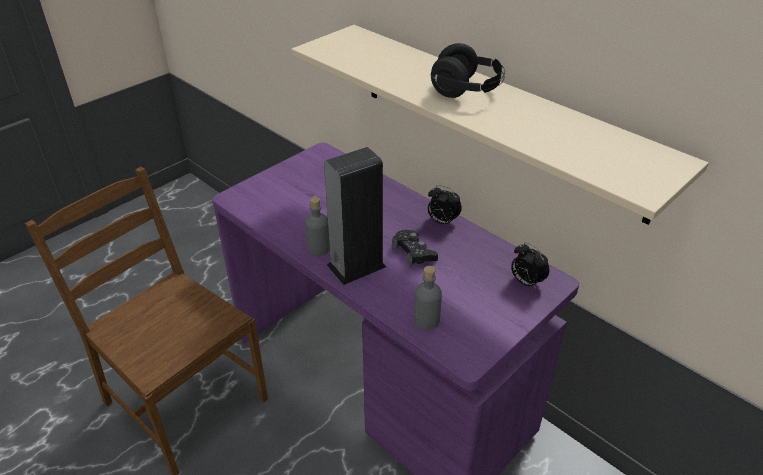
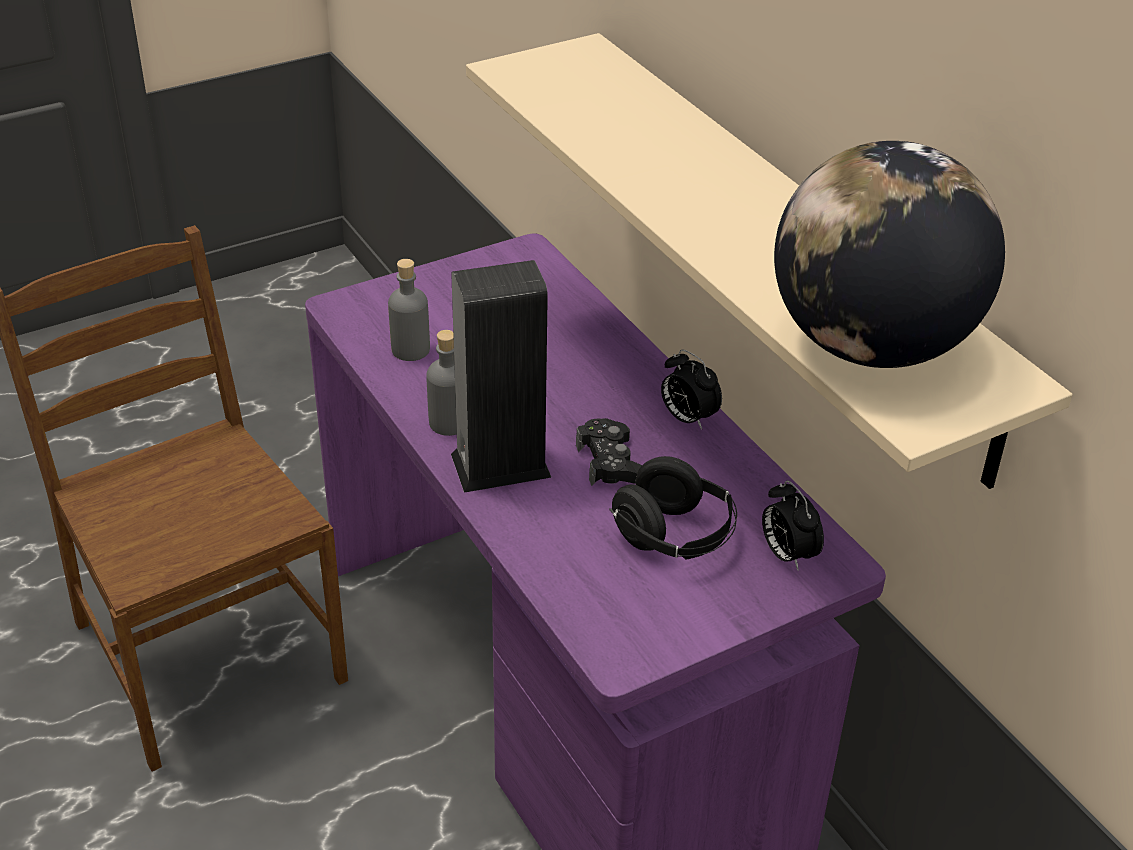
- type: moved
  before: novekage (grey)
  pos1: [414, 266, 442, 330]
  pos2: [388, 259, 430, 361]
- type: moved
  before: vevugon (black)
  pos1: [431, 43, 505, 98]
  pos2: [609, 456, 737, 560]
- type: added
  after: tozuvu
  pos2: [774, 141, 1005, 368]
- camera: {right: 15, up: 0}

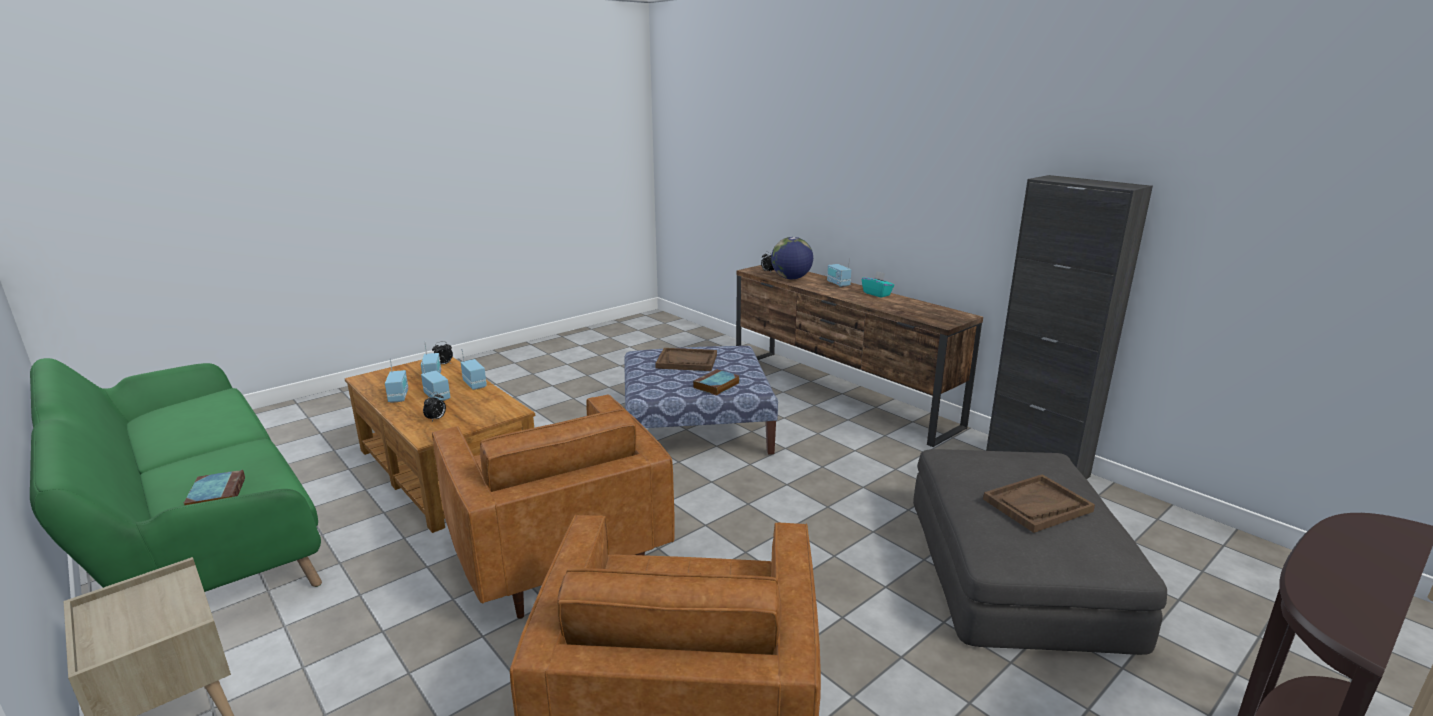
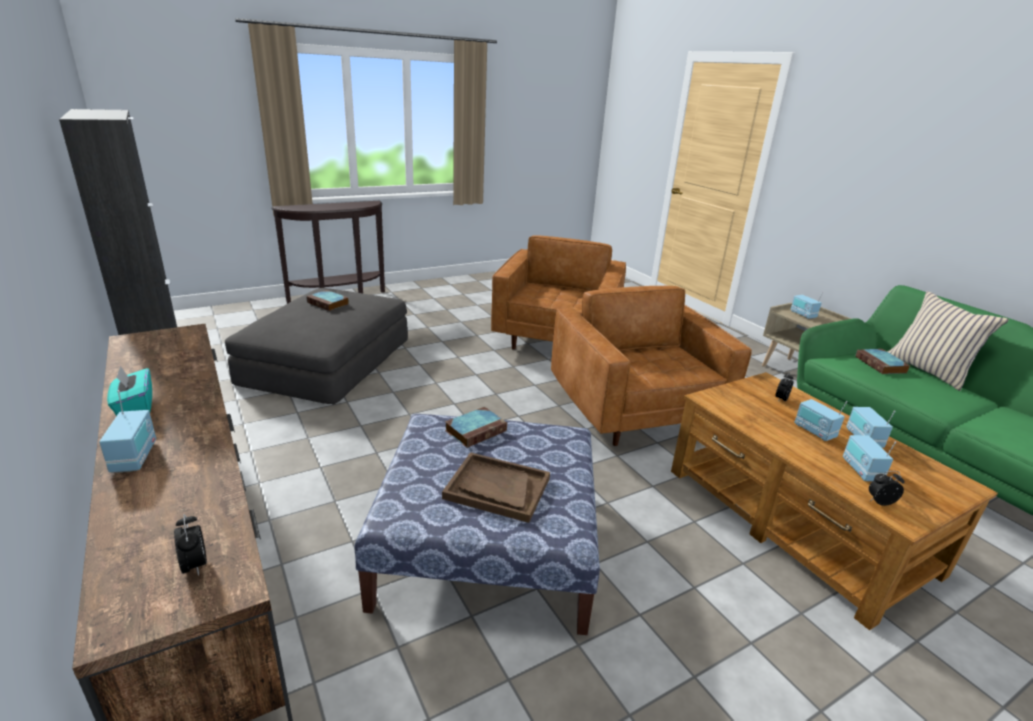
- type: moved
  before: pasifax
  pos1: [461, 349, 487, 390]
  pos2: [791, 292, 823, 319]
- type: removed
  before: tozuvu
  pos1: [771, 237, 813, 279]
- type: replaced
  before: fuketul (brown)
  after: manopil
  pos1: [983, 475, 1095, 533]
  pos2: [306, 290, 349, 311]
- type: added
  after: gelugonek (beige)
  pos2: [888, 291, 1009, 391]
- camera: {right: -170, up: 5}

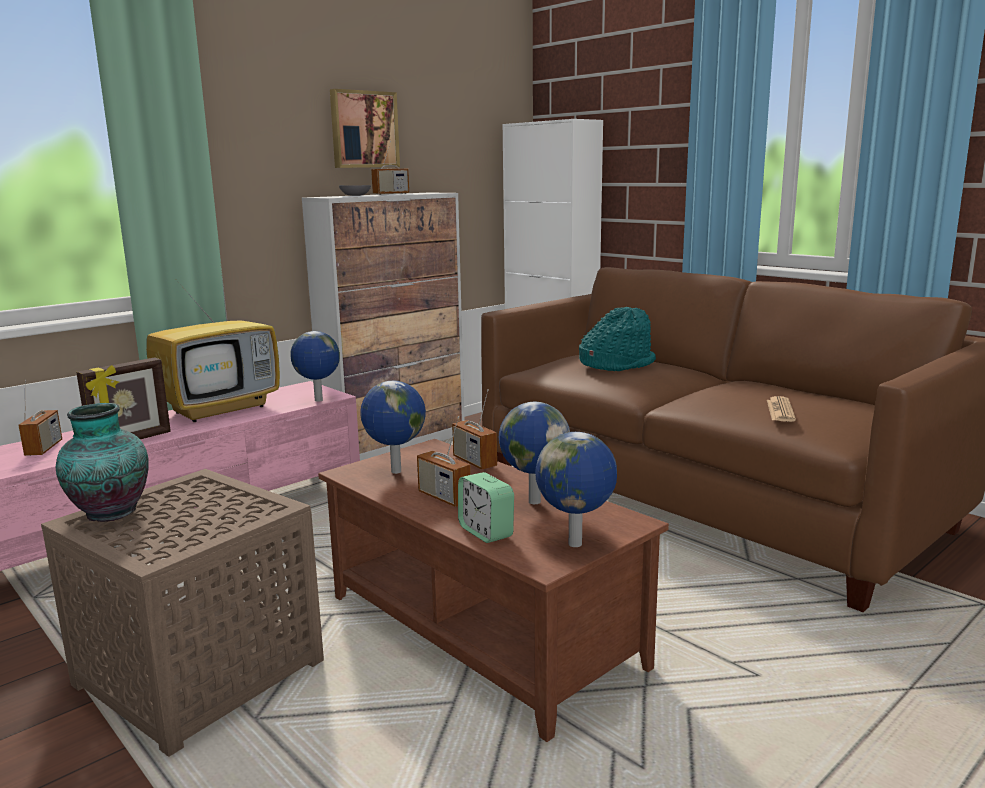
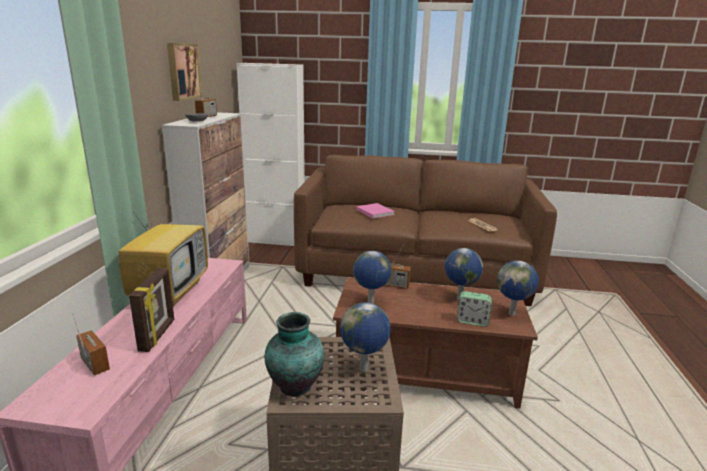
- type: moved
  before: tozuvu
  pos1: [290, 331, 340, 402]
  pos2: [340, 302, 391, 372]
- type: removed
  before: pasifax
  pos1: [417, 416, 471, 507]
- type: replaced
  before: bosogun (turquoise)
  after: manopil (pink)
  pos1: [579, 307, 656, 371]
  pos2: [356, 203, 395, 219]
- camera: {right: -40, up: 5}

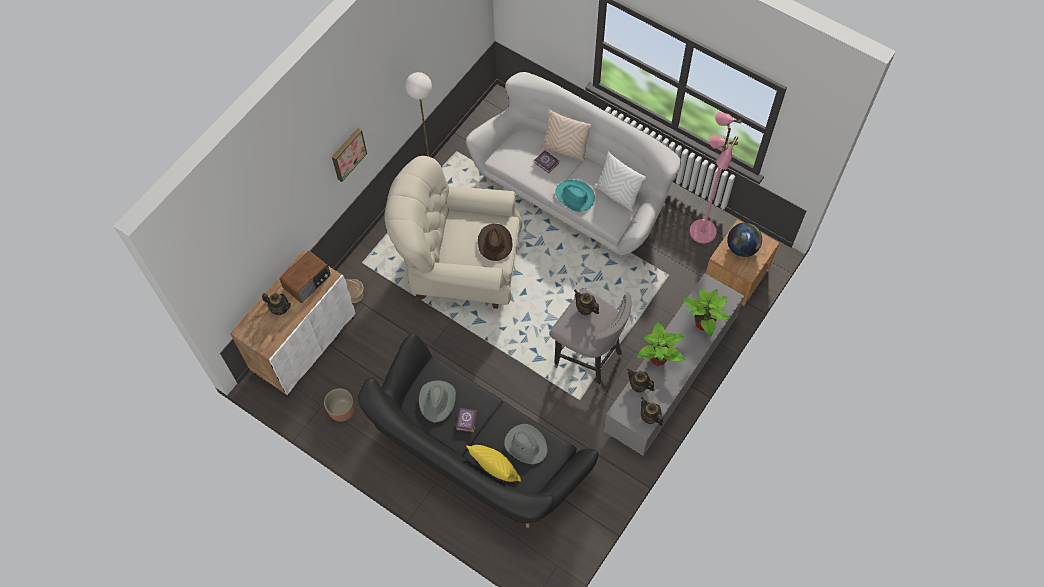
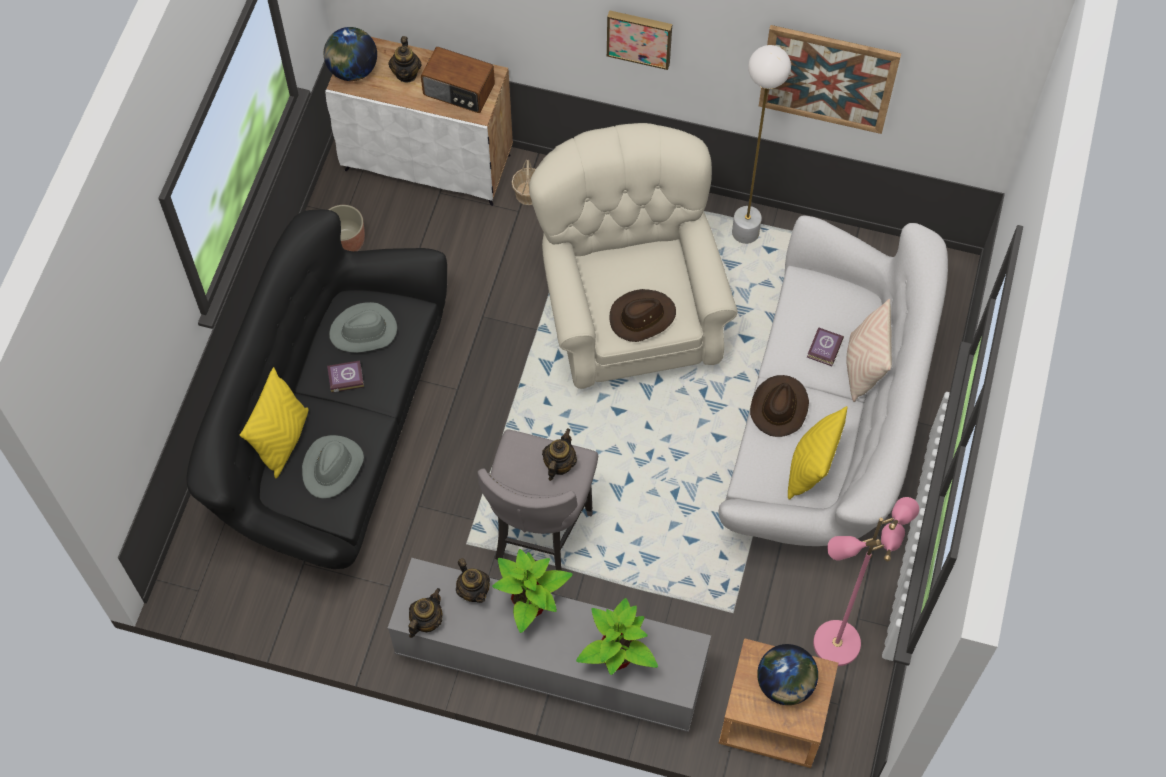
- type: recoloured
  before: bosogun (turquoise)
  after: bosogun (brown)
  pos1: [555, 180, 595, 212]
  pos2: [750, 375, 809, 437]
- type: recoloured
  before: gelugonek (white)
  after: gelugonek (yellow)
  pos1: [595, 151, 646, 211]
  pos2: [788, 406, 848, 500]
- type: turned
  before: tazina
  pos1: [627, 368, 654, 393]
  pos2: [456, 558, 490, 603]
  turn: 135
- type: added
  after: tozuvu
  pos2: [324, 27, 377, 81]
- type: added
  after: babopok
  pos2: [759, 25, 901, 134]
- camera: {right: 70, up: 0}

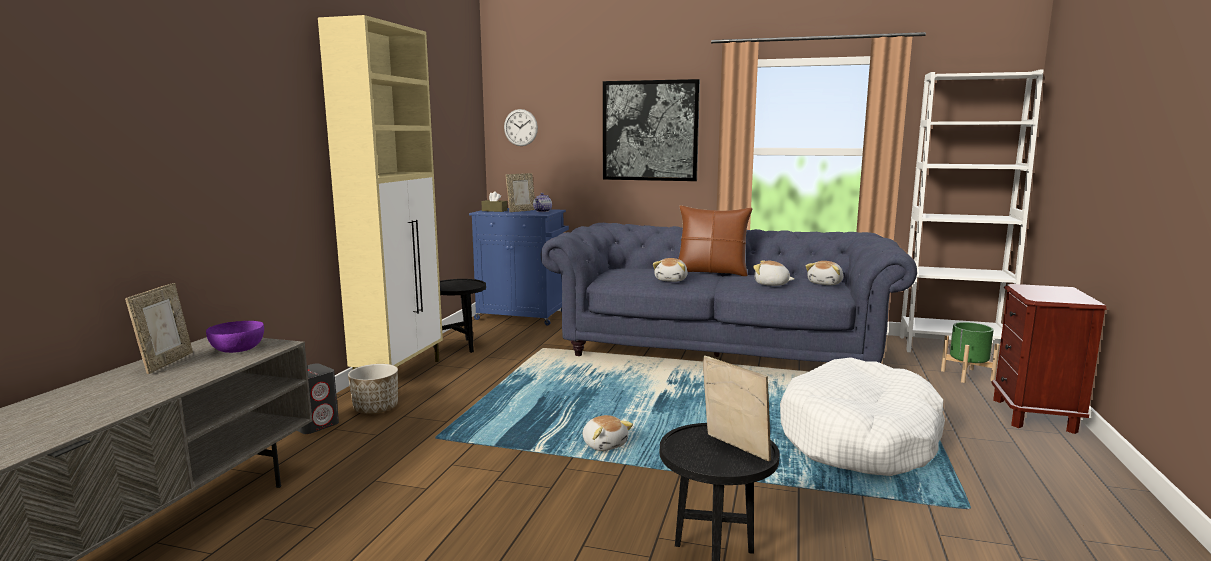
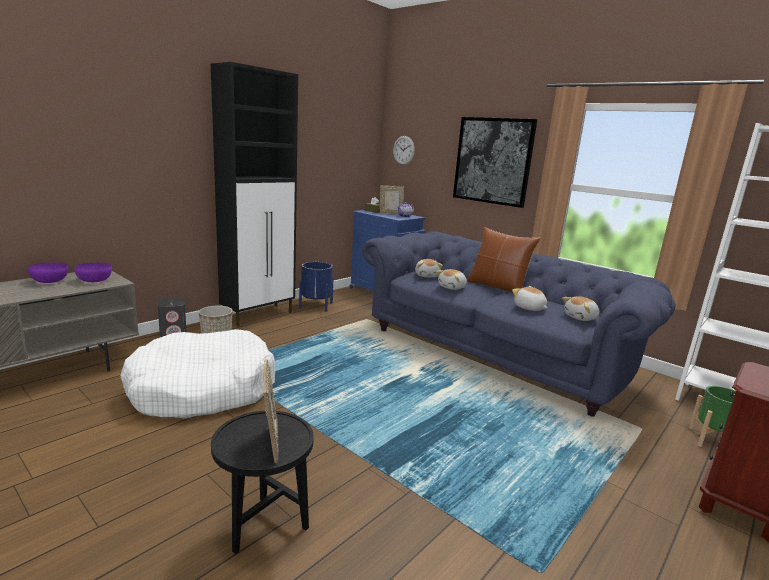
- type: replaced
  before: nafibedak
  after: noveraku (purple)
  pos1: [125, 283, 193, 374]
  pos2: [28, 262, 68, 283]
- type: recoloured
  before: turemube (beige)
  after: turemube (black)
  pos1: [318, 15, 443, 369]
  pos2: [211, 62, 298, 327]
- type: replaced
  before: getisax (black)
  after: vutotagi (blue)
  pos1: [433, 279, 486, 353]
  pos2: [299, 262, 334, 312]
- type: moved
  before: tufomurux
  pos1: [583, 415, 633, 451]
  pos2: [415, 259, 443, 278]
- type: moved
  before: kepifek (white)
  pos1: [780, 357, 945, 476]
  pos2: [120, 329, 275, 419]
- camera: {right: 25, up: 5}

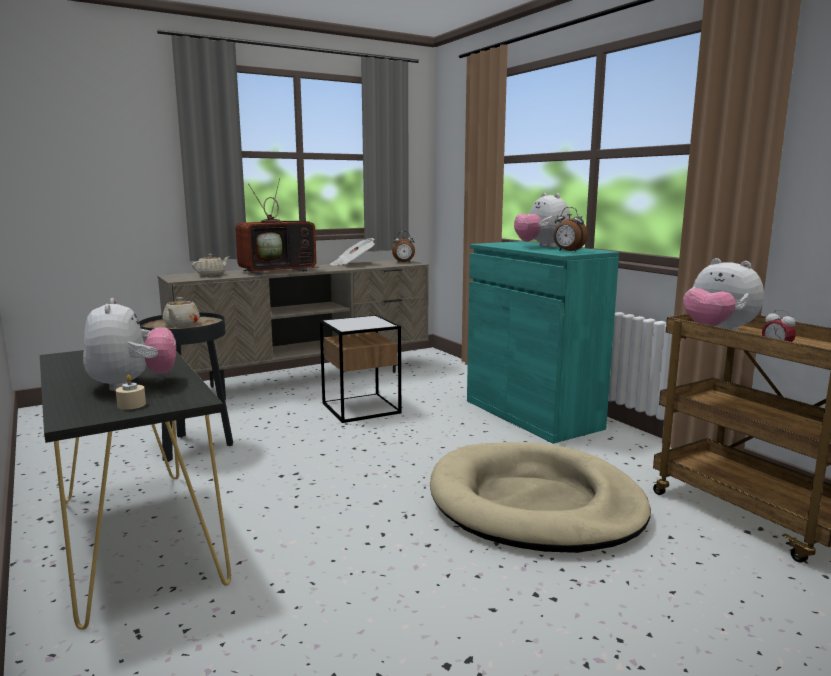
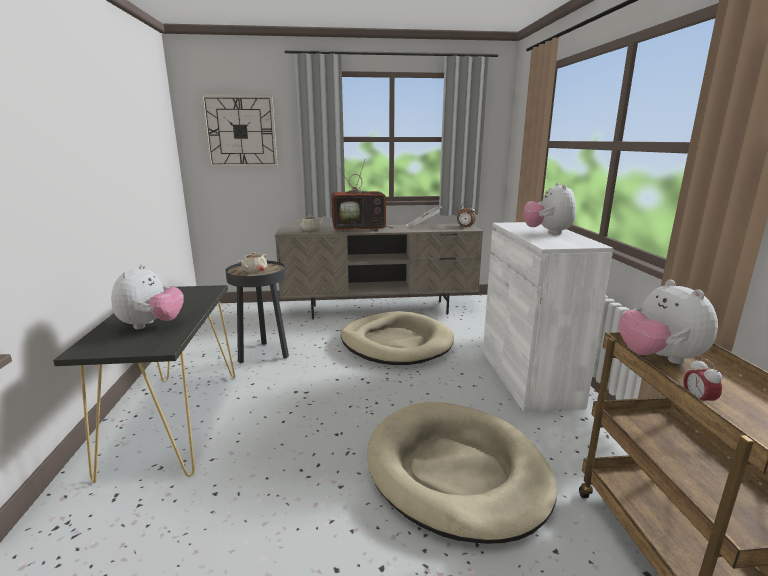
- type: removed
  before: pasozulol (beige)
  pos1: [116, 375, 146, 410]
- type: replaced
  before: getisax
  after: kepifek (beige)
  pos1: [320, 315, 401, 423]
  pos2: [341, 311, 454, 365]
- type: recoloured
  before: turemube (turquoise)
  after: turemube (white)
  pos1: [467, 241, 619, 444]
  pos2: [483, 222, 613, 412]
- type: removed
  before: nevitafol
  pos1: [553, 207, 588, 252]
- type: added
  after: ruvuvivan
  pos2: [201, 95, 278, 167]
- camera: {right: 25, up: 5}

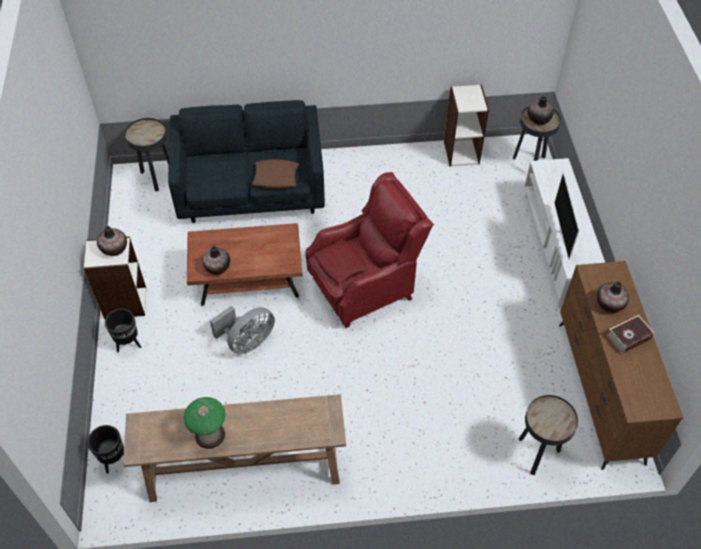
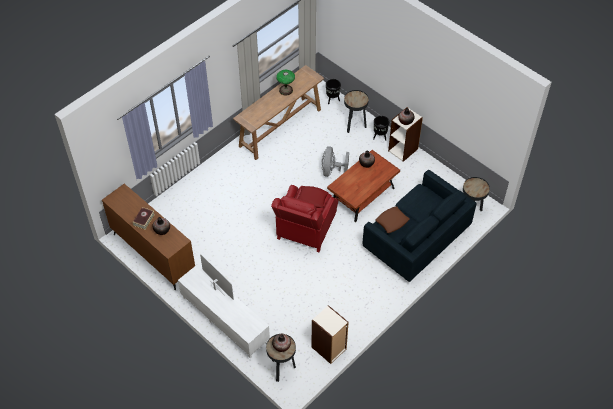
- type: moved
  before: getisax (black)
  pos1: [519, 395, 578, 475]
  pos2: [344, 90, 369, 133]
- camera: {right: 140, up: 0}

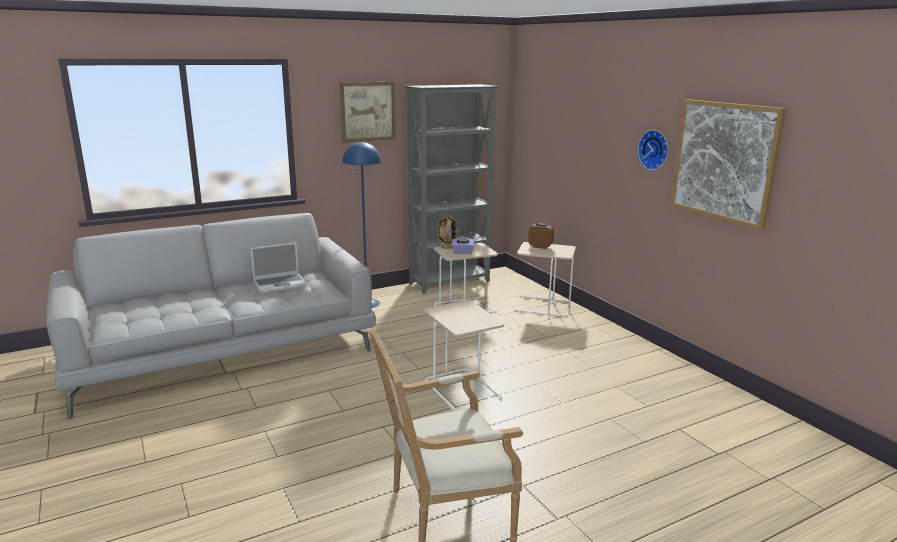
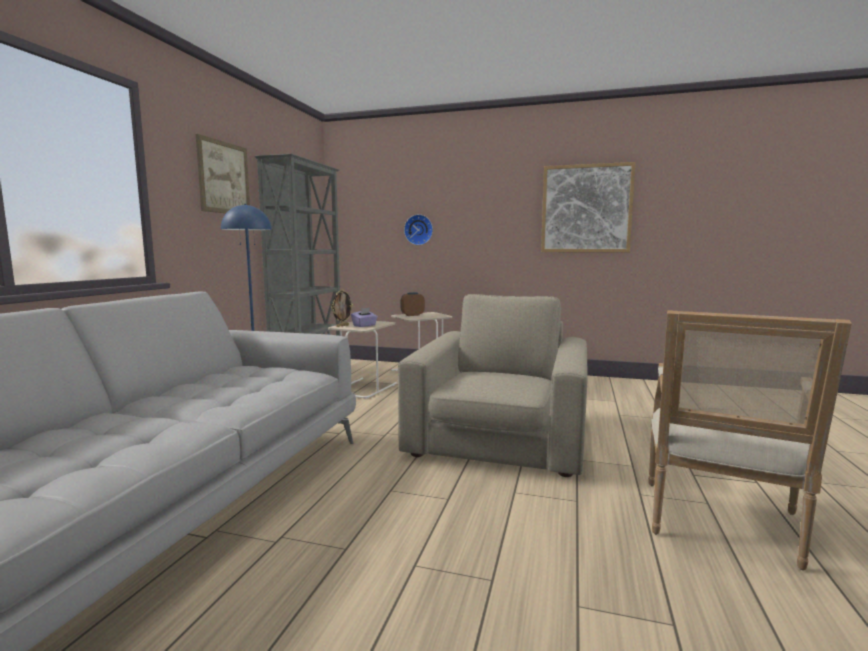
- type: removed
  before: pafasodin
  pos1: [250, 242, 307, 293]
- type: replaced
  before: getisax (beige)
  after: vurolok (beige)
  pos1: [424, 300, 504, 411]
  pos2: [398, 294, 588, 477]
- type: moved
  before: ruvuvivan
  pos1: [638, 130, 668, 170]
  pos2: [404, 214, 433, 245]
- camera: {right: -45, up: -10}

